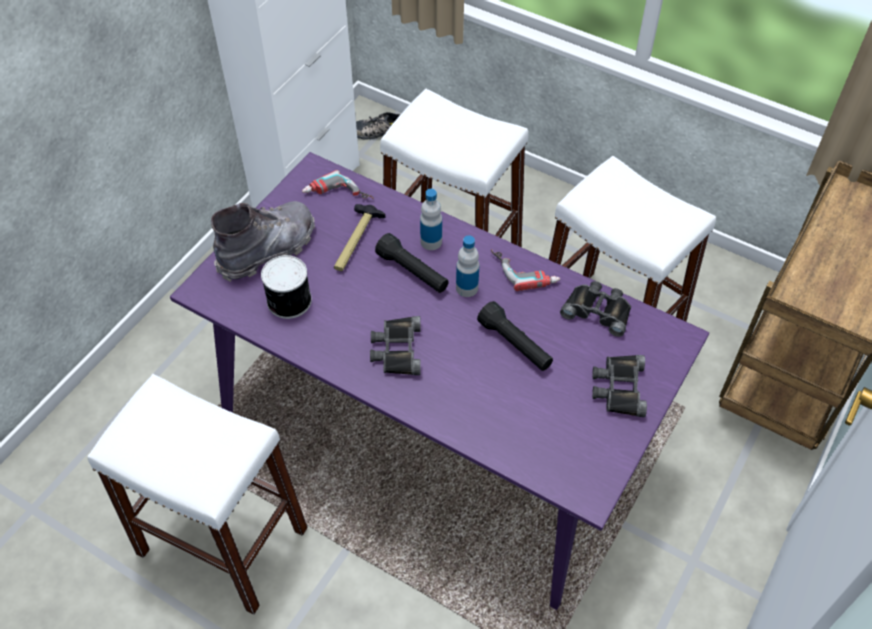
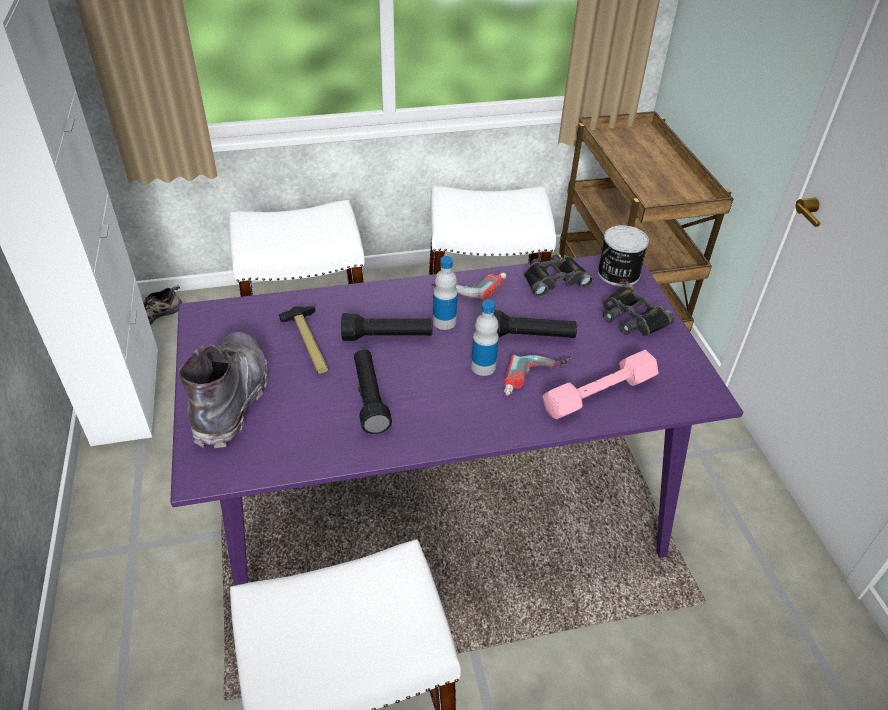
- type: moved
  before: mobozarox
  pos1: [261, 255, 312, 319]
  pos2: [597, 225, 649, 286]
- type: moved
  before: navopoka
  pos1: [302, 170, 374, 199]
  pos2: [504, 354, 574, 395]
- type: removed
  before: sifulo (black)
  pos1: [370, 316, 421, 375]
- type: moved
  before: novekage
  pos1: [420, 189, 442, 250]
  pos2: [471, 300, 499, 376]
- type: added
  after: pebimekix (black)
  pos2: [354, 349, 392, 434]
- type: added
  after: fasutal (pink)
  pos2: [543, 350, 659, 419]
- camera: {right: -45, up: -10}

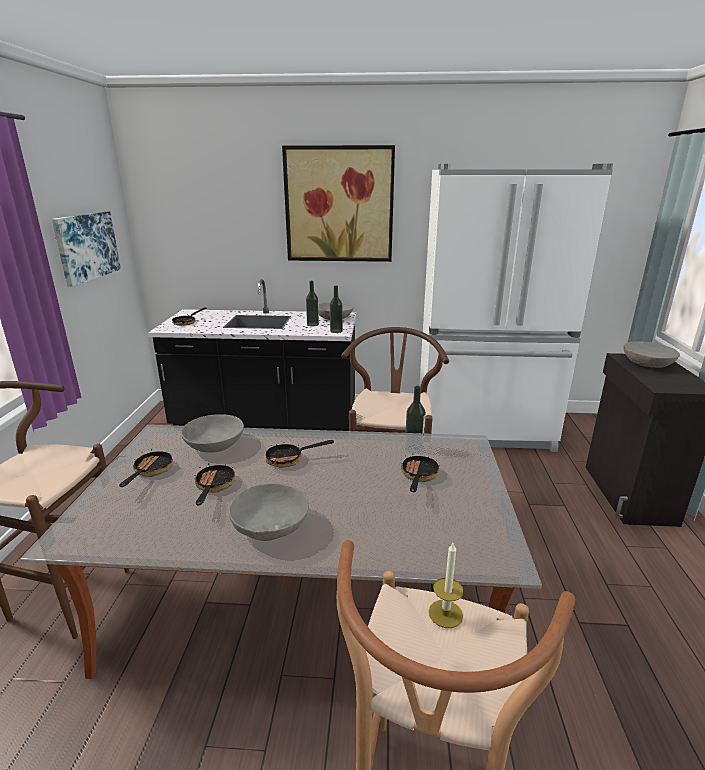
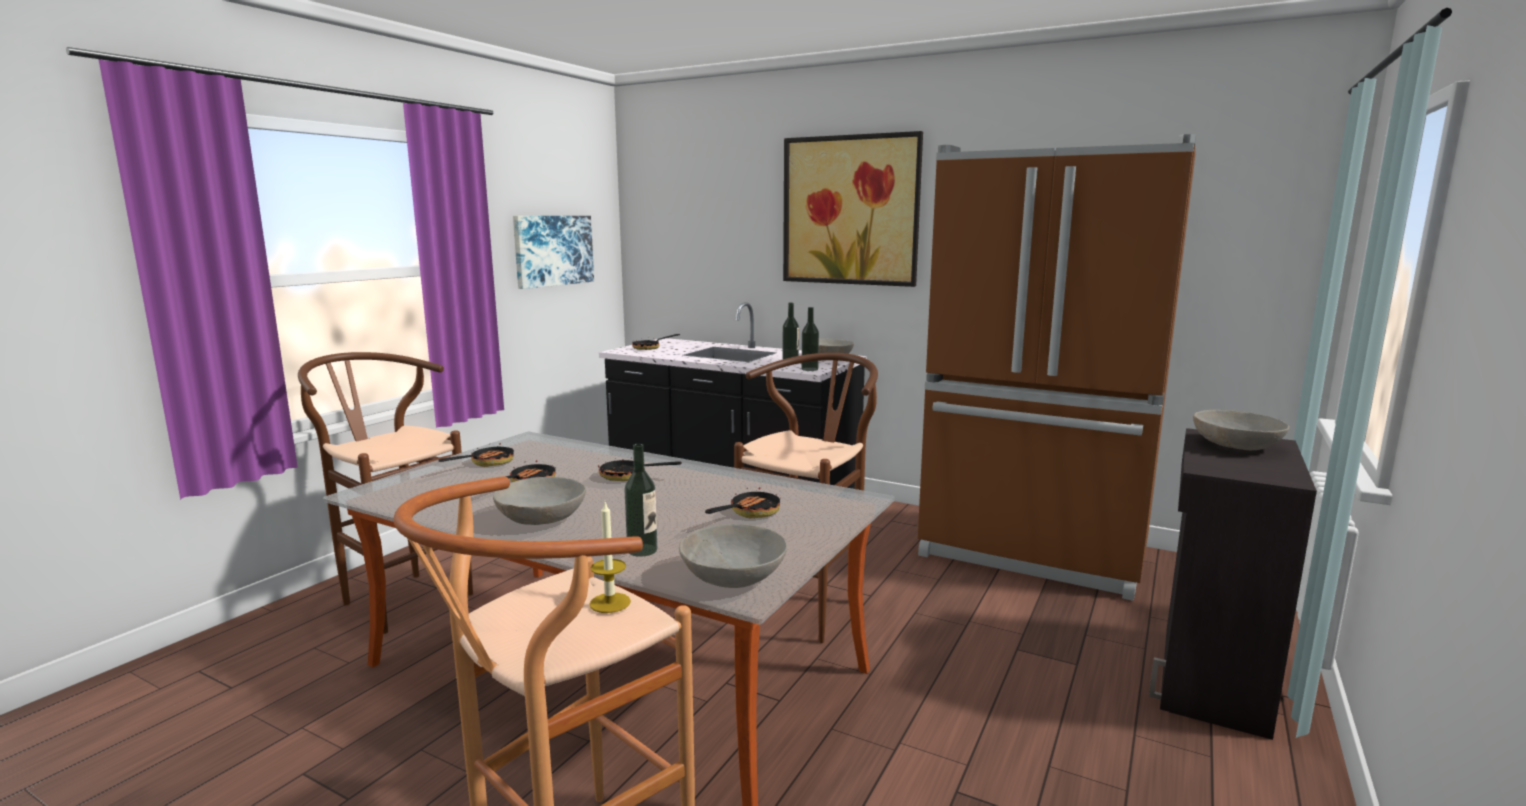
- type: moved
  before: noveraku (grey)
  pos1: [181, 414, 244, 453]
  pos2: [679, 524, 787, 588]
- type: moved
  before: novekage
  pos1: [405, 386, 426, 453]
  pos2: [624, 444, 657, 557]
- type: recoloured
  before: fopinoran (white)
  after: fopinoran (brown)
  pos1: [419, 164, 613, 452]
  pos2: [918, 134, 1196, 601]
- camera: {right: 25, up: -10}

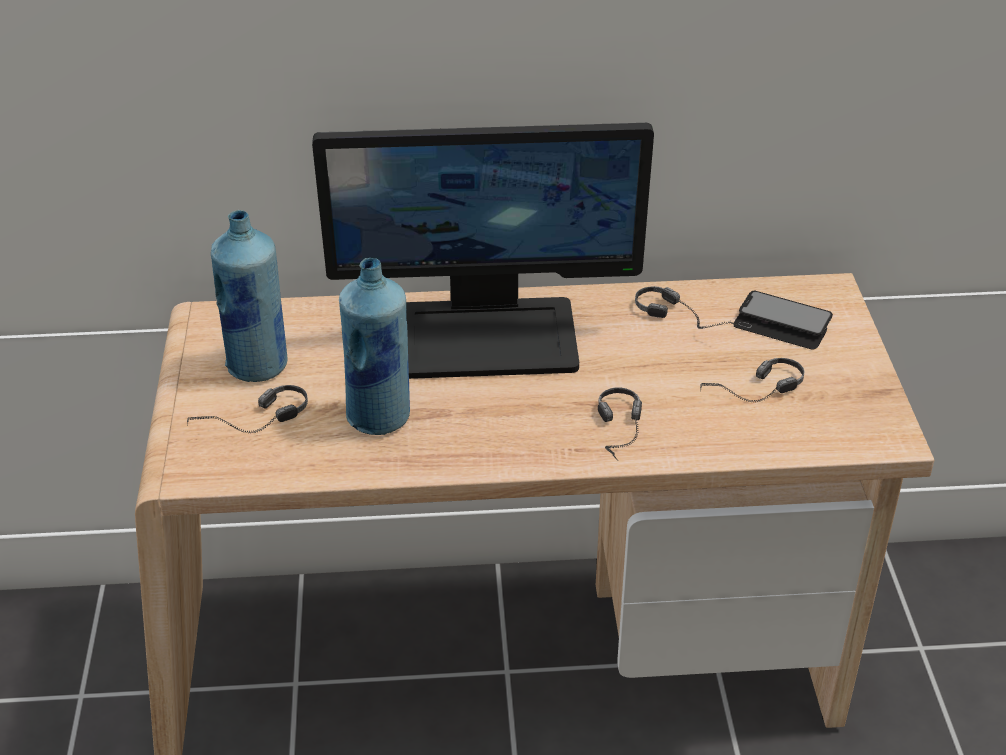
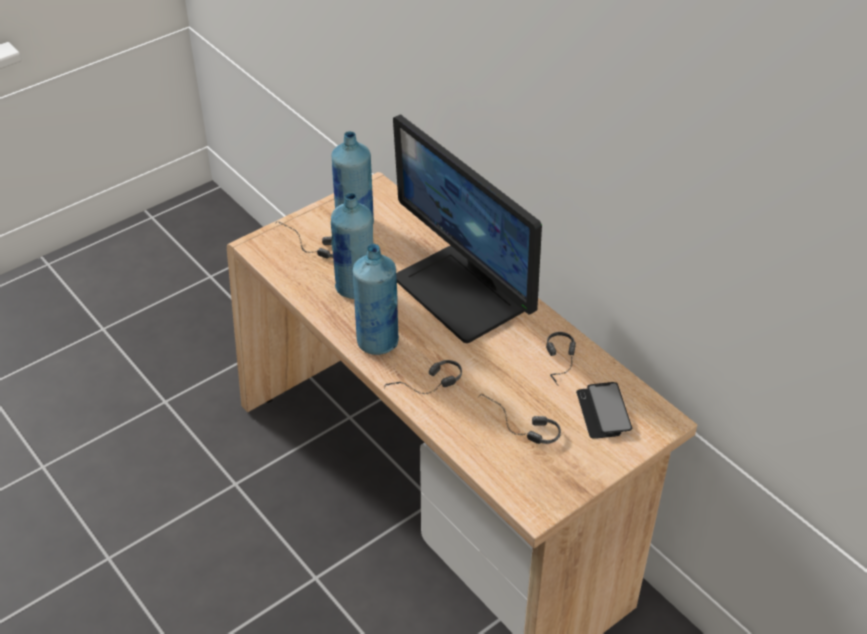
- type: added
  after: novekage (blue)
  pos2: [353, 244, 399, 355]
- camera: {right: 55, up: 5}

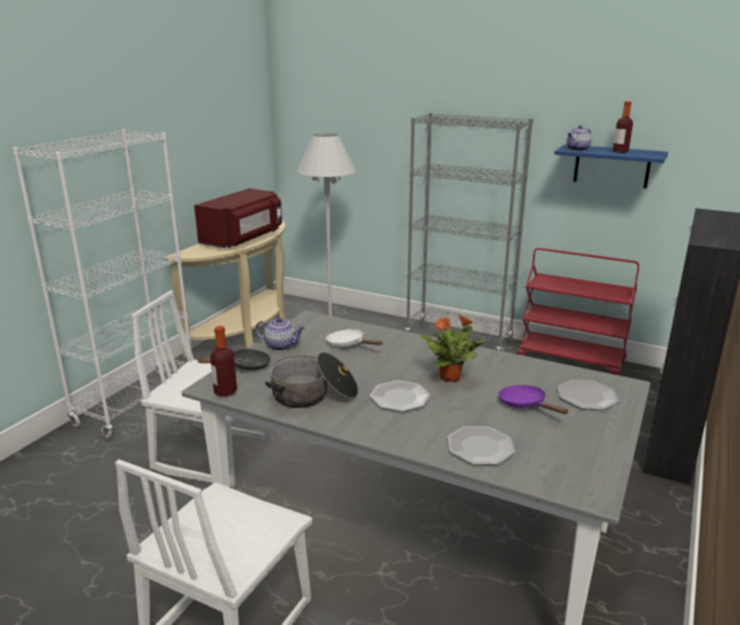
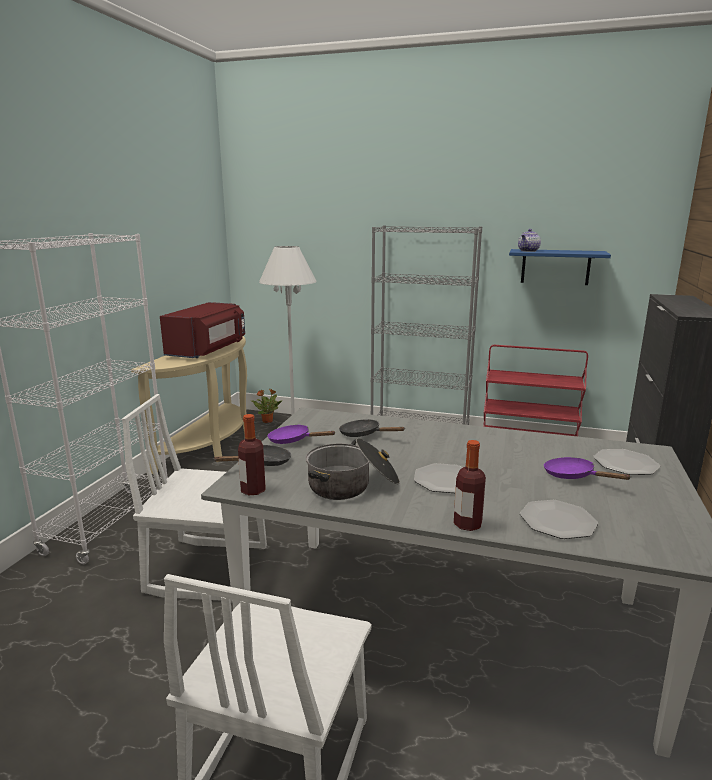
- type: replaced
  before: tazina
  after: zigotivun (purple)
  pos1: [255, 317, 304, 350]
  pos2: [268, 425, 336, 444]
- type: recoloured
  before: zigotivun (white)
  after: zigotivun (black)
  pos1: [326, 329, 383, 347]
  pos2: [339, 419, 405, 437]
- type: moved
  before: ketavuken
  pos1: [420, 315, 486, 382]
  pos2: [251, 389, 282, 423]
- type: moved
  before: novekage
  pos1: [613, 101, 633, 153]
  pos2: [454, 440, 486, 531]
- camera: {right: -10, up: -5}

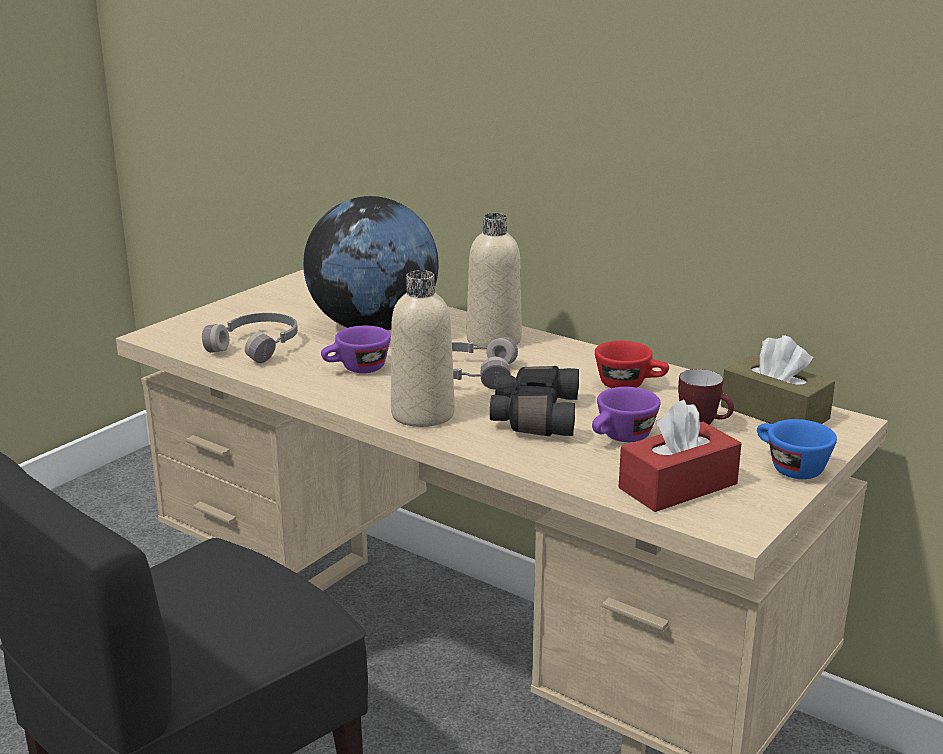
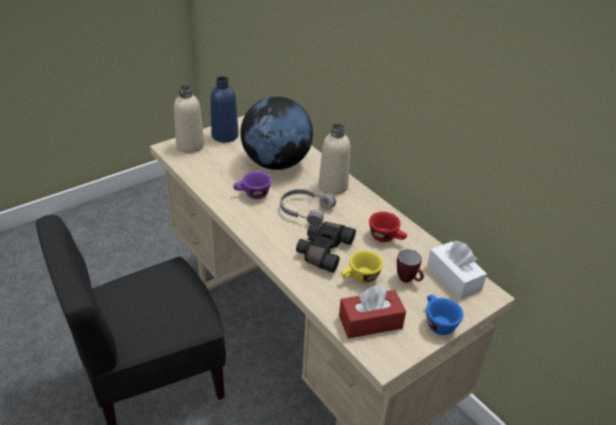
- type: removed
  before: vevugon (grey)
  pos1: [202, 313, 298, 363]
- type: moved
  before: novekage (beige)
  pos1: [391, 270, 455, 427]
  pos2: [174, 85, 204, 153]
- type: recoloured
  before: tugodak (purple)
  after: tugodak (yellow)
  pos1: [592, 387, 660, 442]
  pos2: [341, 250, 383, 284]
- type: recoloured
  before: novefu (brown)
  after: novefu (white)
  pos1: [721, 335, 835, 424]
  pos2: [427, 240, 487, 299]
- type: added
  after: novekage (blue)
  pos2: [210, 76, 239, 142]
- camera: {right: 15, up: 15}

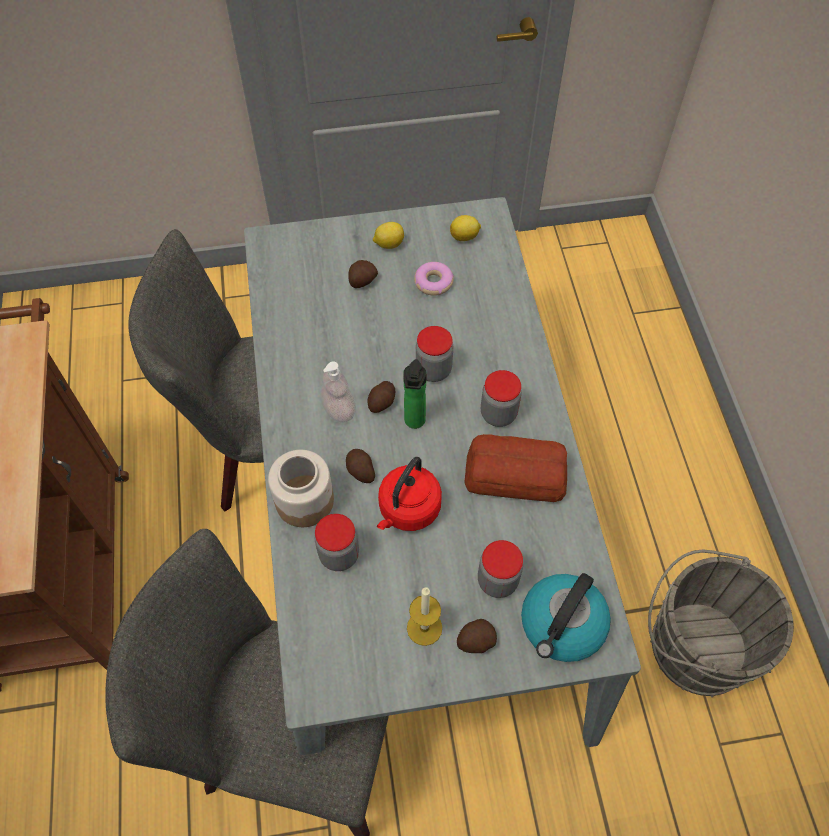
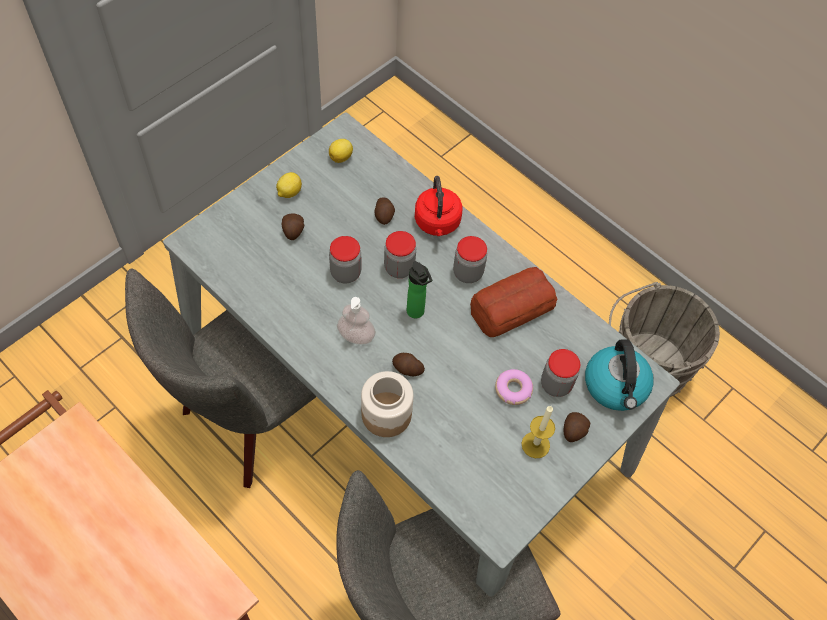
- type: moved
  before: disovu
  pos1: [315, 514, 359, 571]
  pos2: [329, 236, 361, 283]
- type: moved
  before: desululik
  pos1: [368, 381, 395, 413]
  pos2: [375, 197, 395, 225]
- type: moved
  before: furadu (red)
  pos1: [377, 457, 442, 531]
  pos2: [415, 176, 462, 236]
- type: moved
  before: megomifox
  pos1: [414, 262, 454, 296]
  pos2: [495, 369, 533, 405]
- camera: {right: -40, up: 0}

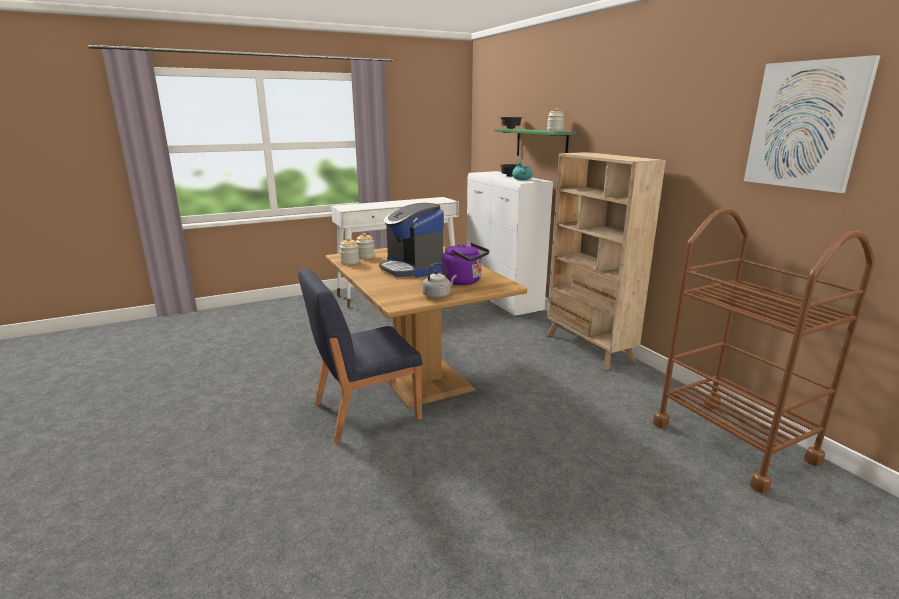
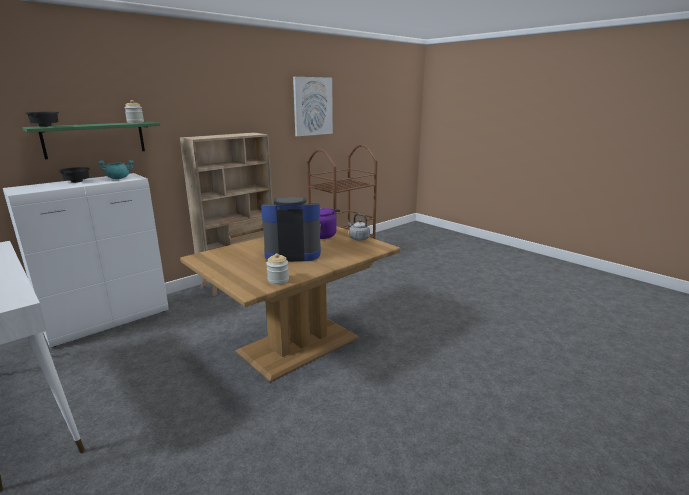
- type: removed
  before: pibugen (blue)
  pos1: [298, 269, 422, 443]
- type: removed
  before: disovu
  pos1: [356, 233, 375, 259]
- type: turned
  before: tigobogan
  pos1: [379, 203, 444, 278]
  pos2: [261, 197, 321, 262]
  turn: -135
- camera: {right: -105, up: 0}

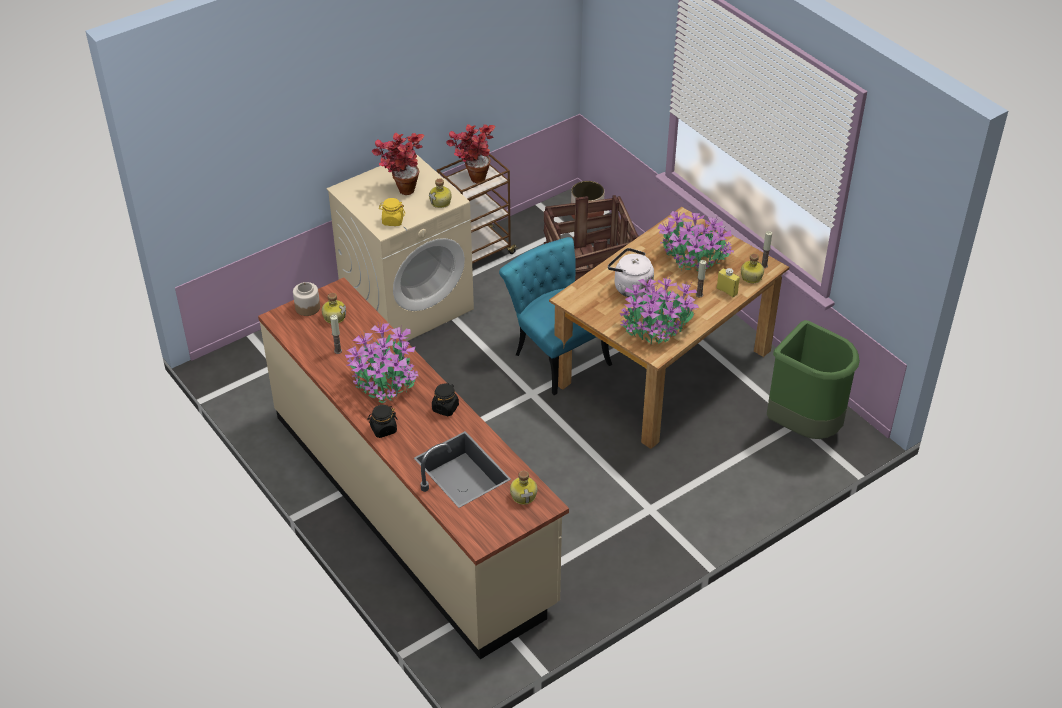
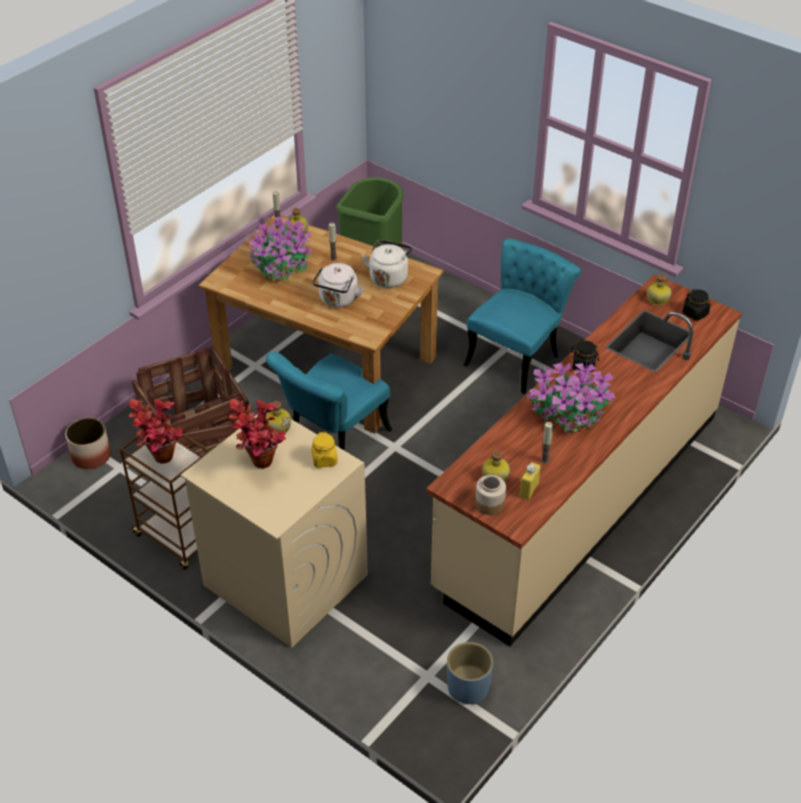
- type: moved
  before: disovu (black)
  pos1: [367, 405, 398, 438]
  pos2: [683, 289, 711, 321]
- type: replaced
  before: ketavuken
  after: furadu (white)
  pos1: [619, 275, 699, 344]
  pos2: [362, 240, 412, 288]
- type: moved
  before: novekage (yellow)
  pos1: [717, 268, 740, 297]
  pos2: [520, 462, 540, 500]
- type: added
  after: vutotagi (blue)
  pos2: [447, 642, 493, 704]
- type: added
  after: pibugen (turquoise)
  pos2: [463, 238, 582, 394]
- camera: {right: -105, up: 0}

